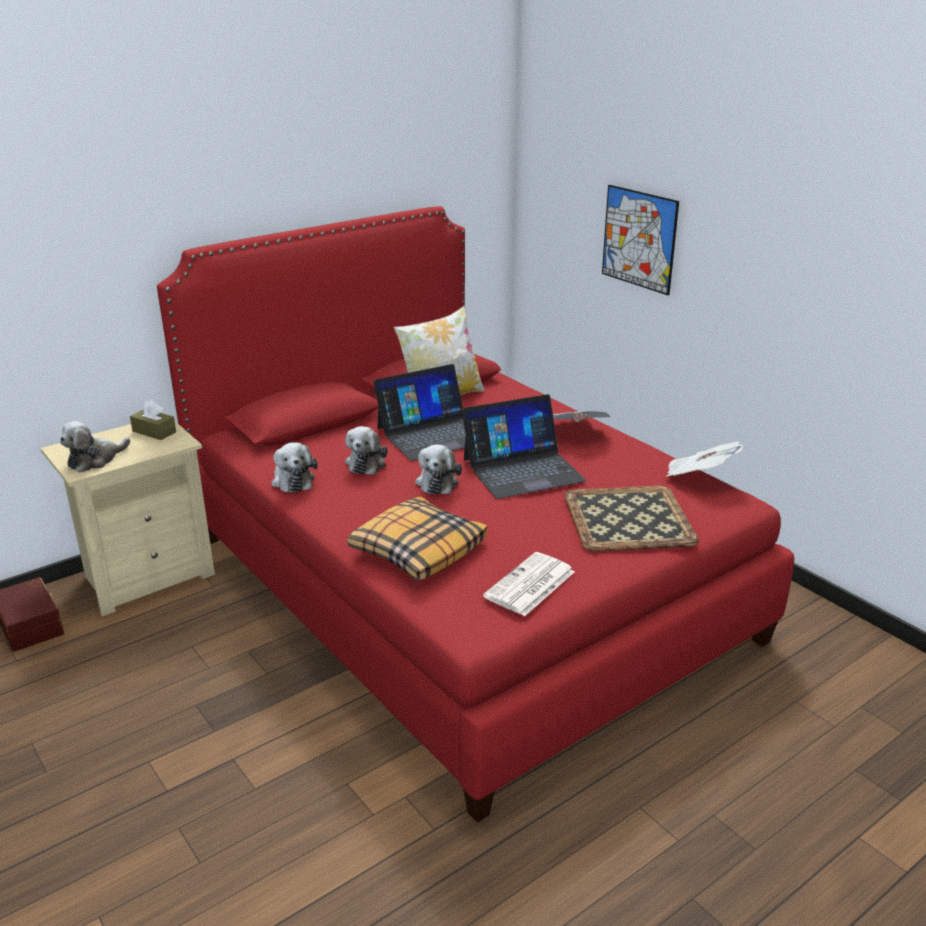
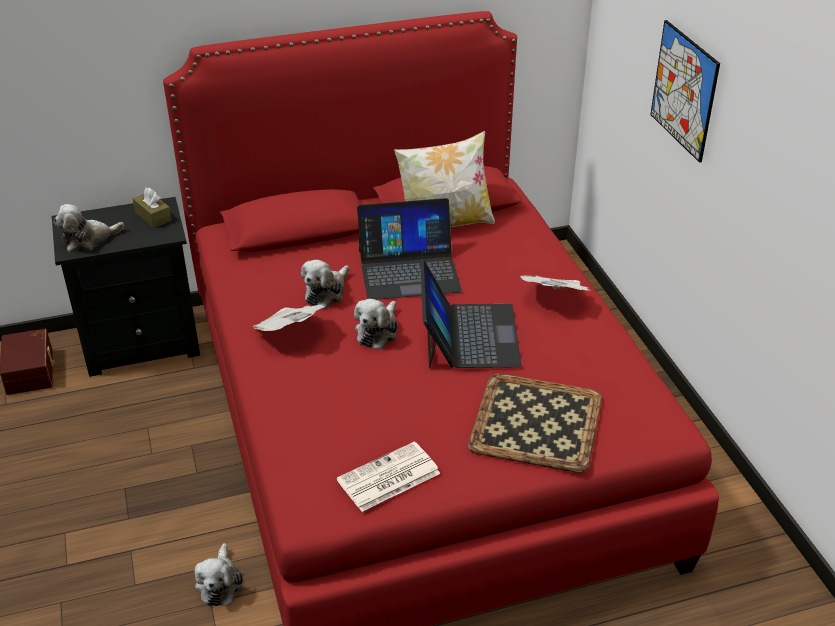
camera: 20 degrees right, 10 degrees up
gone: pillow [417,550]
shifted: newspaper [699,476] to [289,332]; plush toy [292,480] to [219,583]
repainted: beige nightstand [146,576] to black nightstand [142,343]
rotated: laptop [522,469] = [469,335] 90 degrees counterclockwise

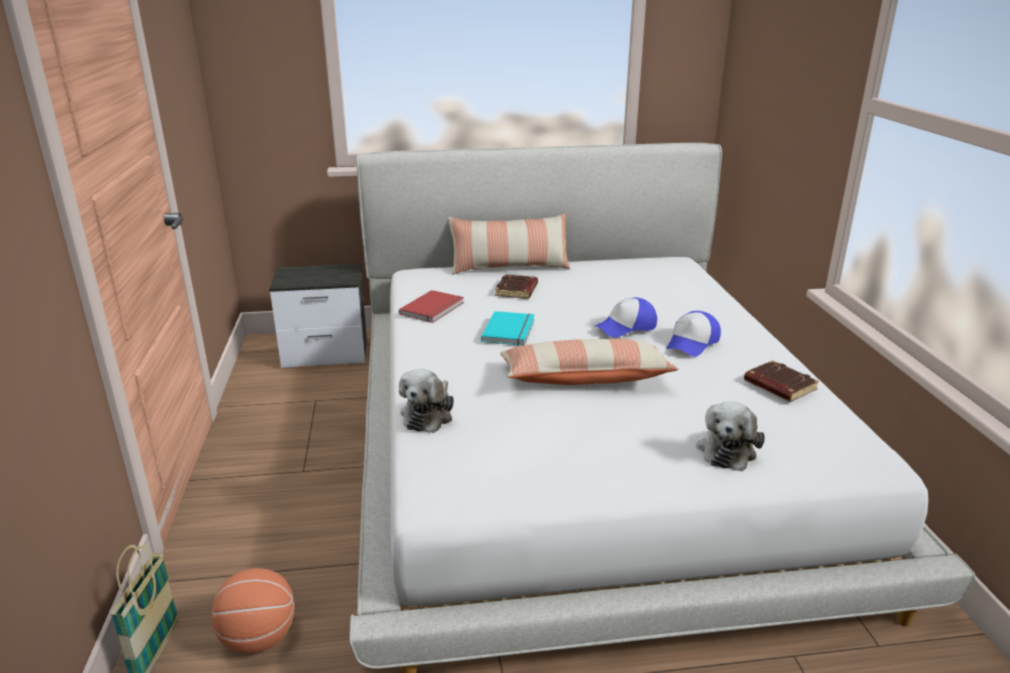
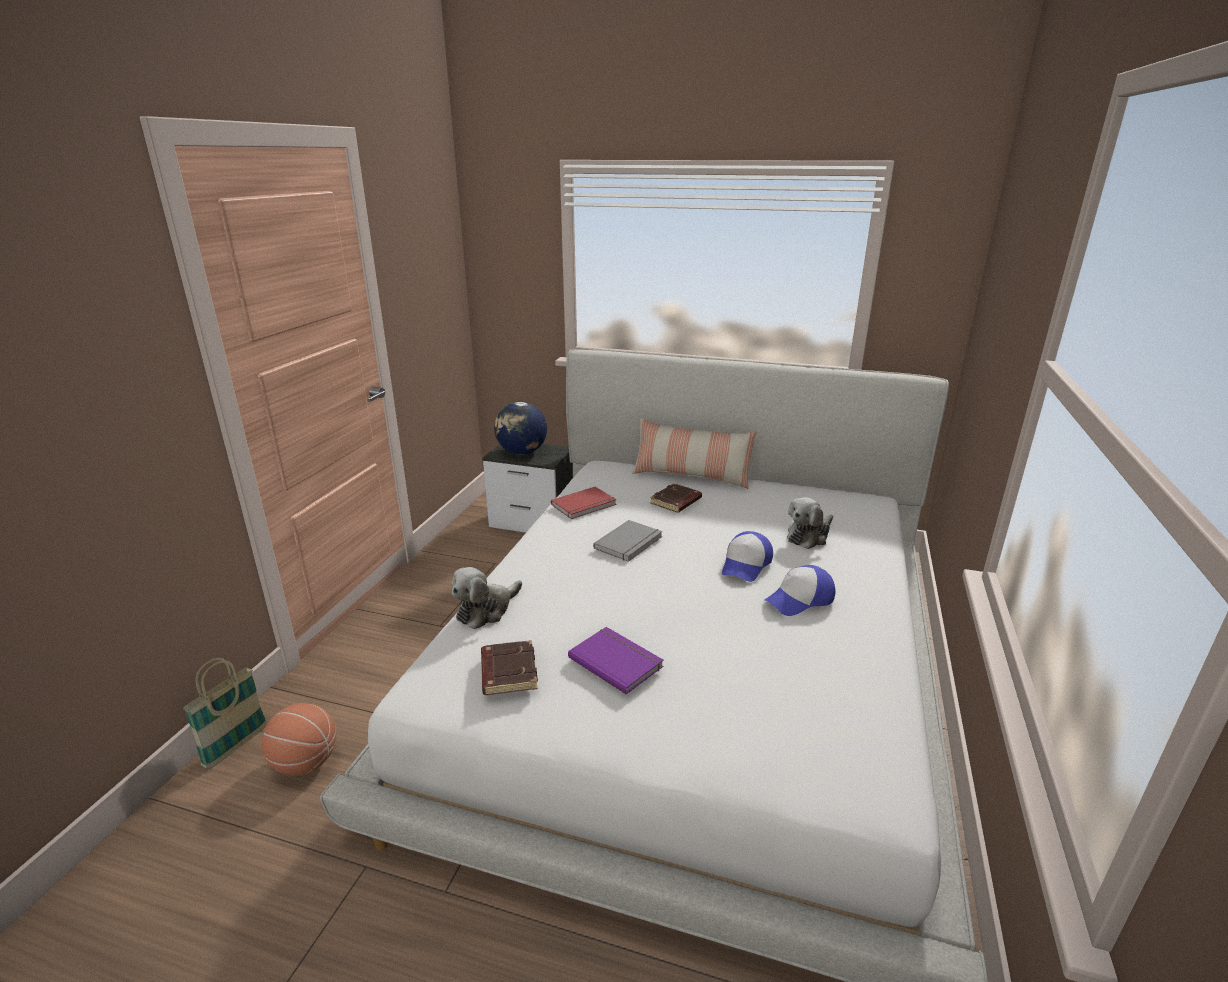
camera: 25 degrees right, 0 degrees up
gone: pillow [584,378]
new: globe [522,452]; purple book [617,660]
shifted: brown book [778,386] to [507,672]; plush toy [727,449] to [809,536]
repainted: turquoise book [510,331] to grey book [630,543]
rotated: cap [626,327] = [746,565] 60 degrees counterclockwise

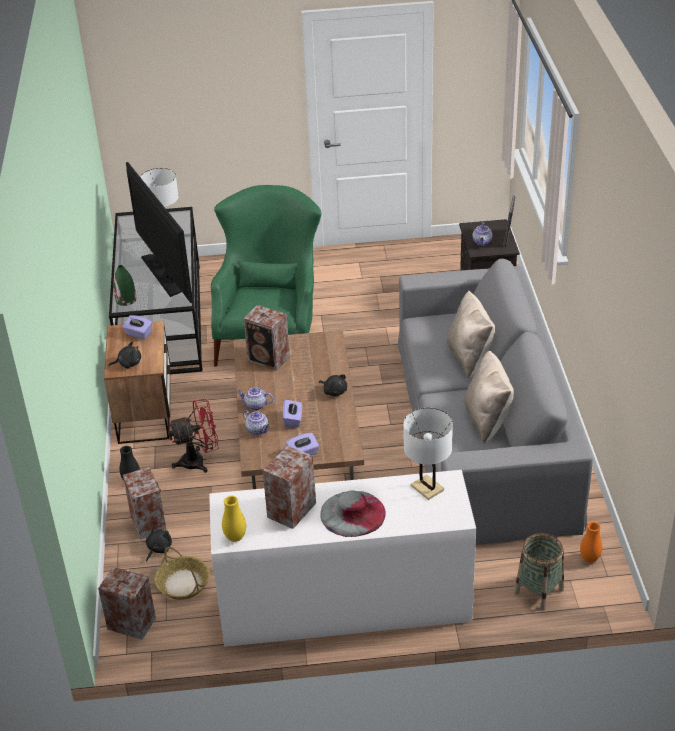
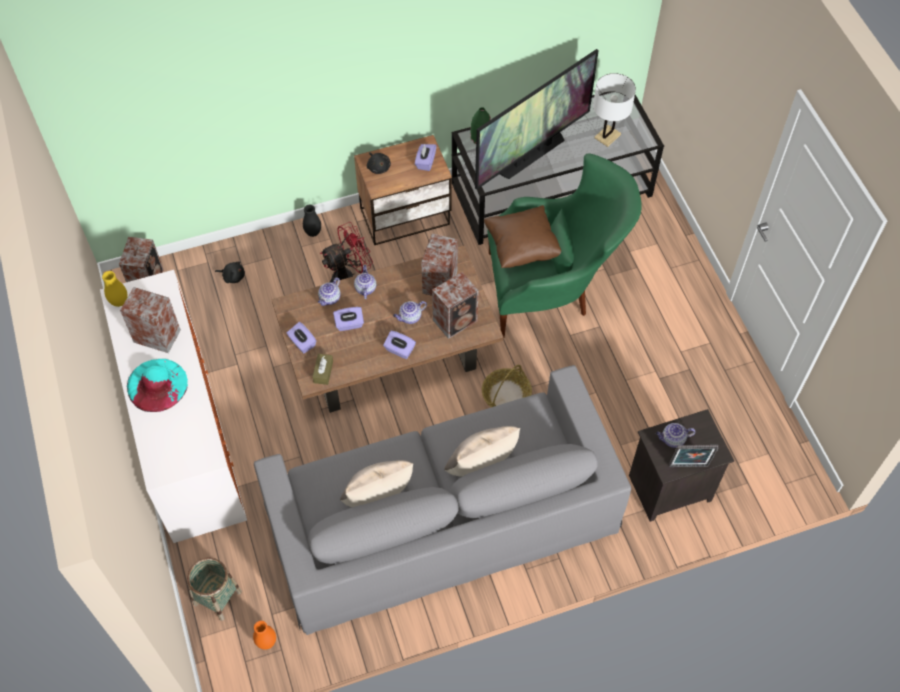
camera: 75 degrees right, 20 degrees up
gone: white table lamp [427,488]
new: brown pillow [522,248]; teapot [410,317]; brown tissue box [323,372]
shifted: speaker [148,522] to [456,320]; basket [183,583] to [506,394]
swapped: black plush toy [334,391] to purple tissue box [399,350]
repainted: grey hat [352,513] to turquoise hat [157,385]
rotated: red fan [199,461] = [348,276] 90 degrees counterclockwise

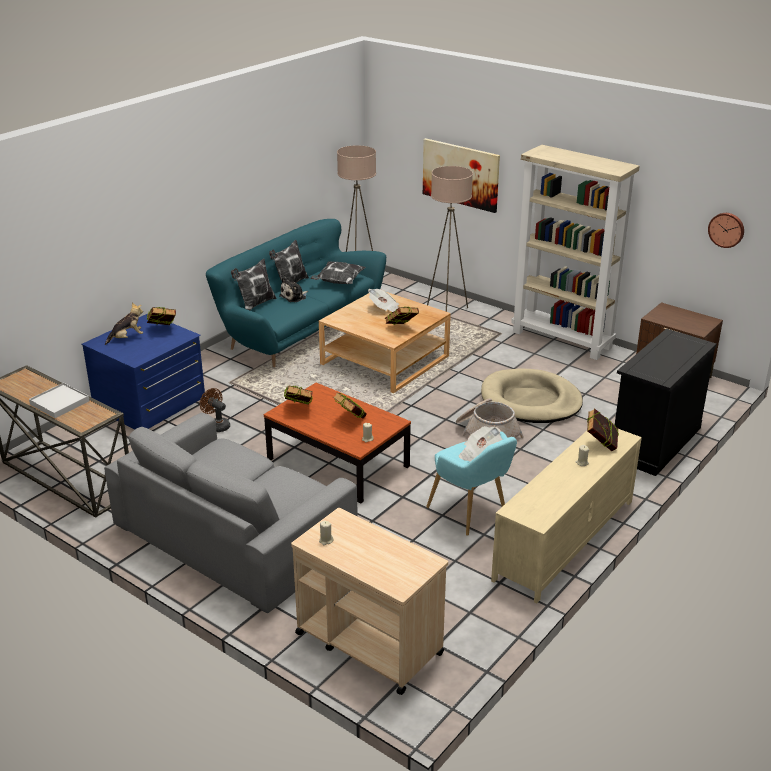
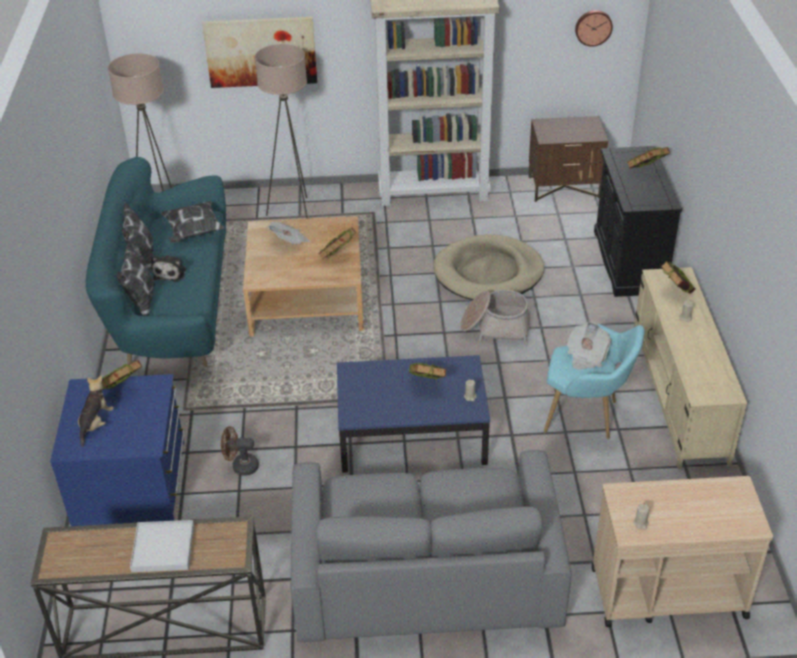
camera: 40 degrees left, 10 degrees up
shifted: book [299,409] to [646,172]
repainted: brown coffee table [337,462] to blue coffee table [411,435]

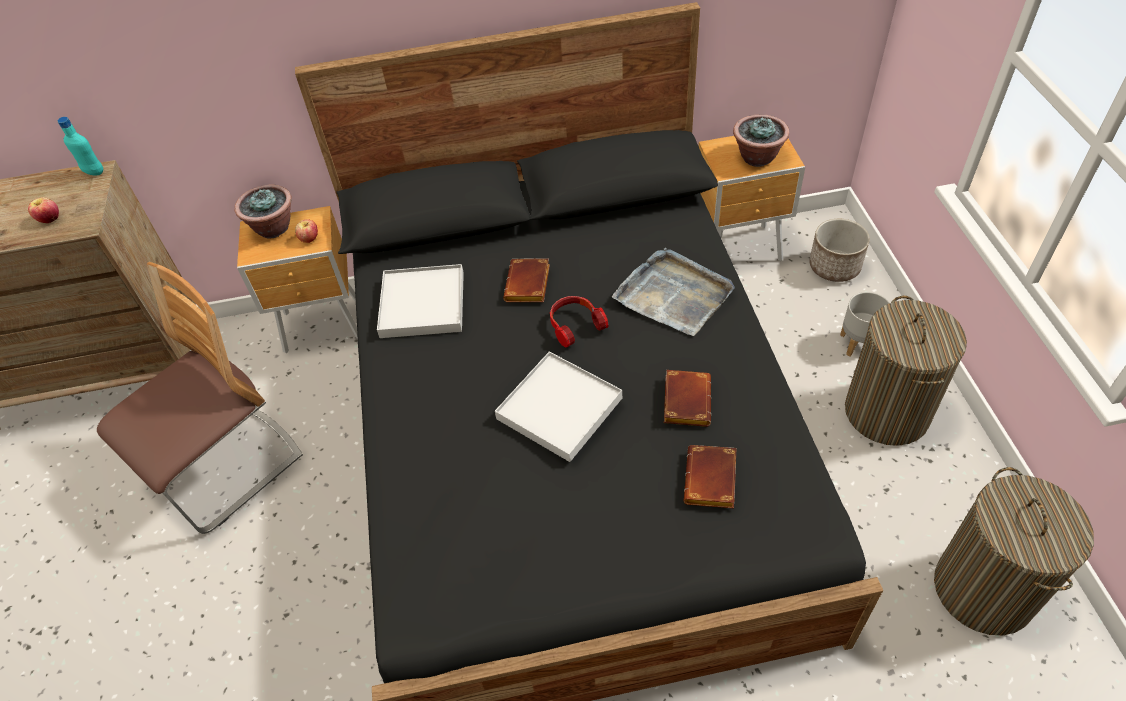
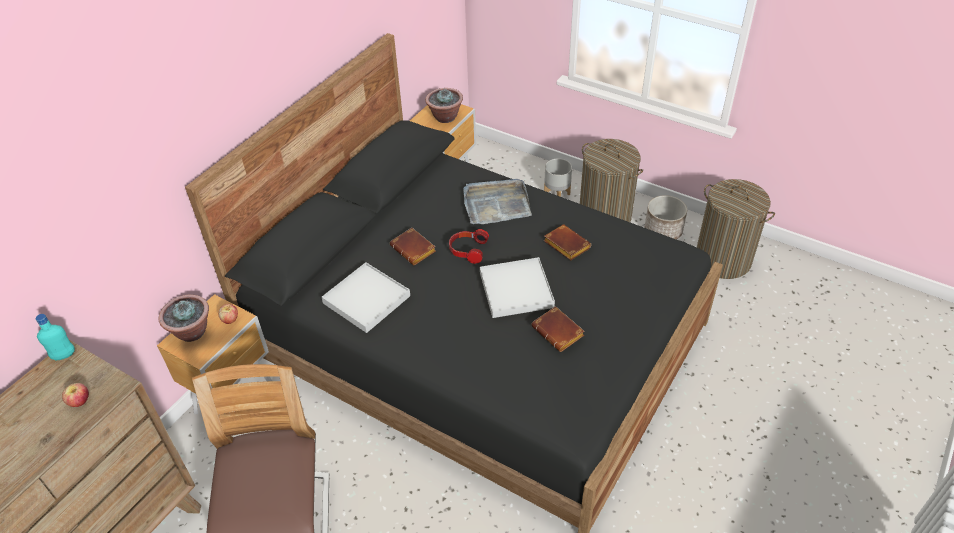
camera: 50 degrees left, 5 degrees down
shifted: planter [835,266] to [663,231]; brown book [712,482] to [559,332]

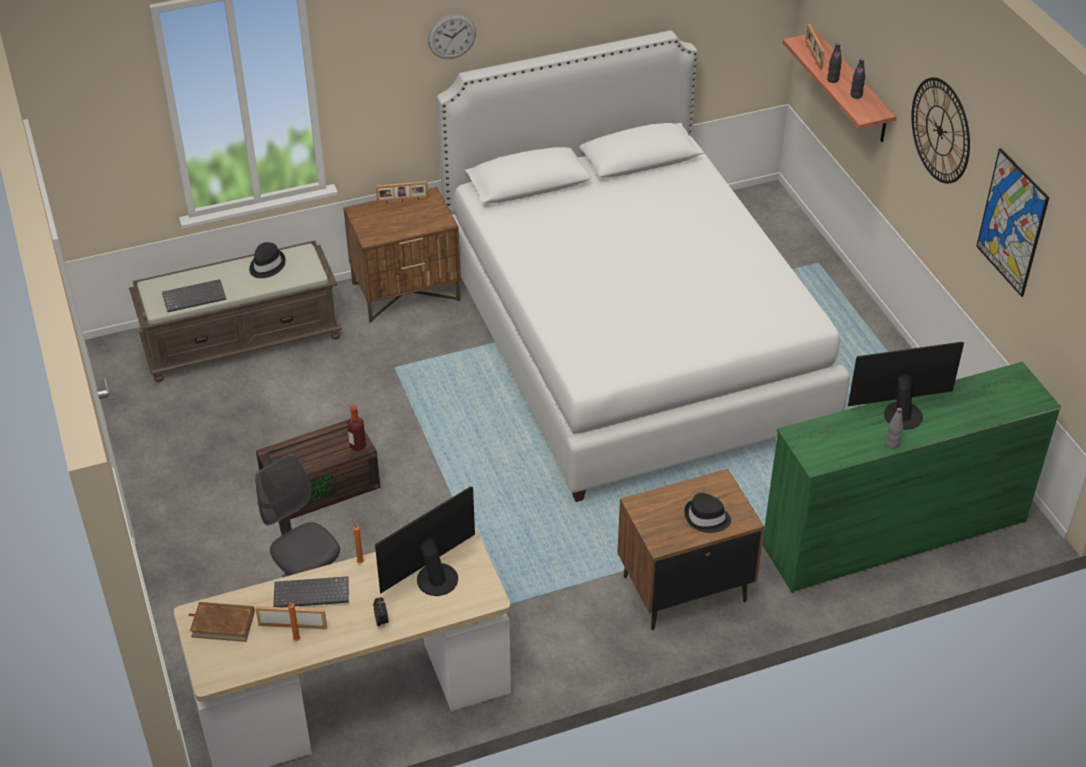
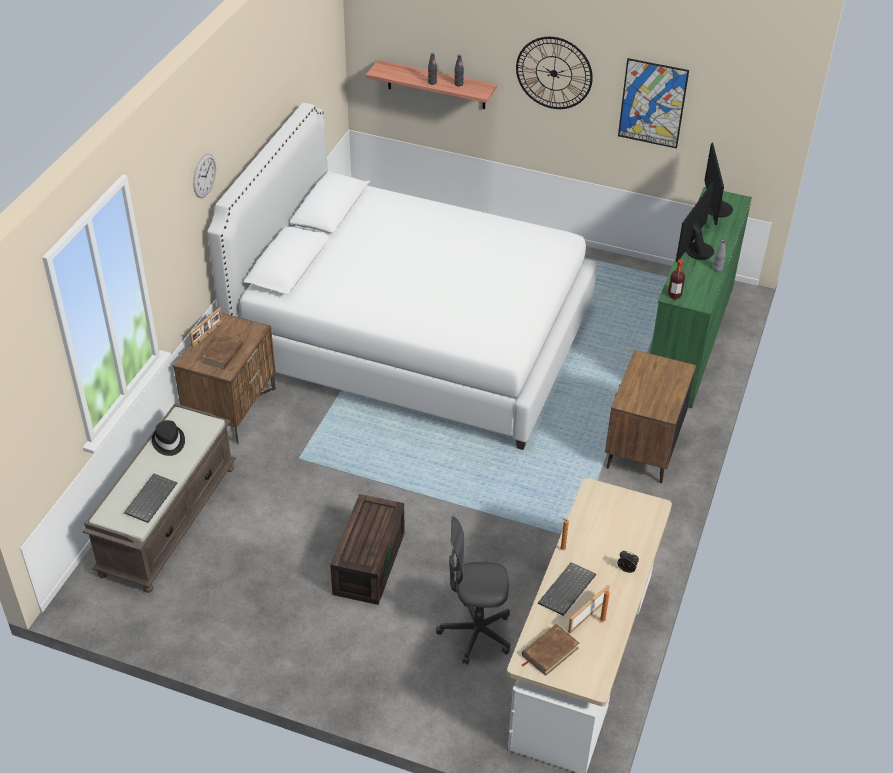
camera: 50 degrees left, 0 degrees up
gone: picture frame [812,55]; black hat [706,518]
new: brown book [223,354]
shifted: bottle [357,446] to [674,295]; monitor [434,577] to [715,209]

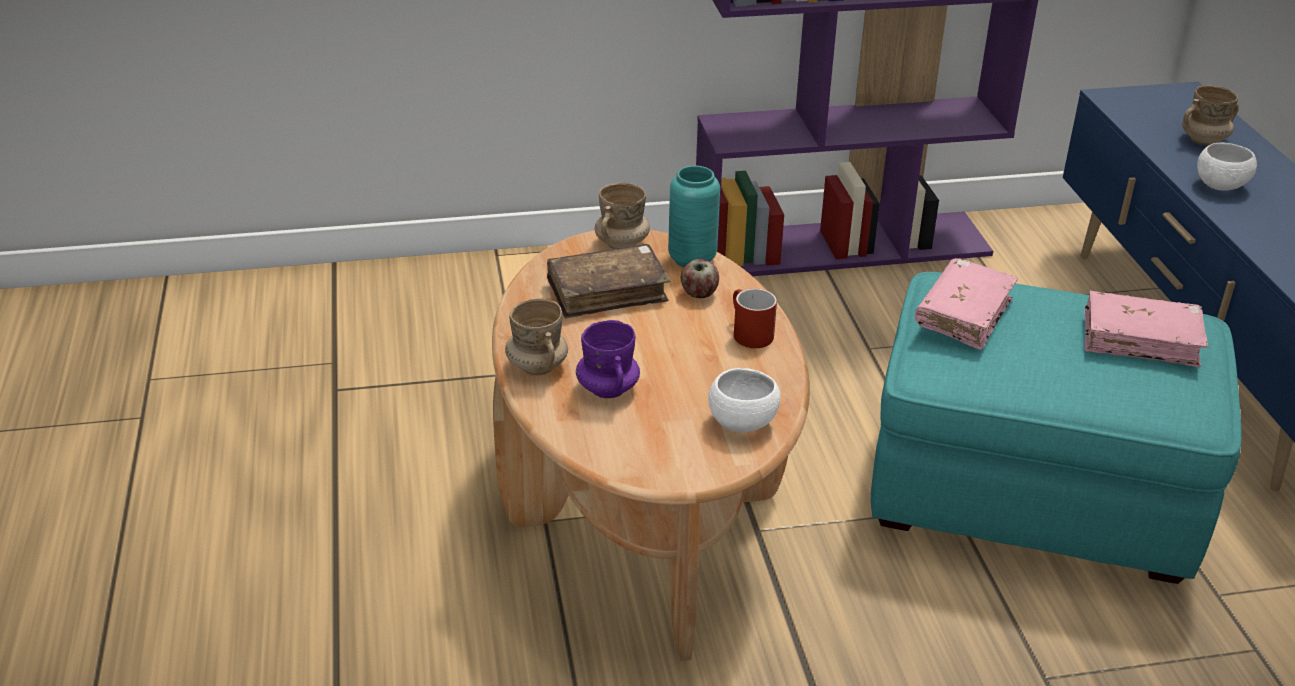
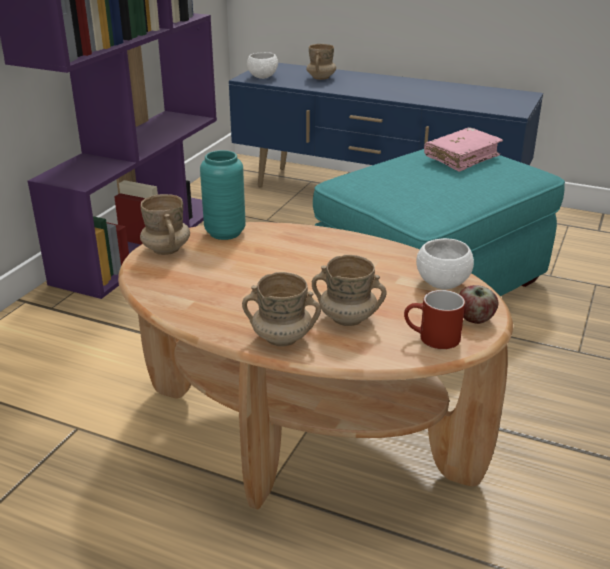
camera: 55 degrees left, 5 degrees down
gone: brown book [607,292]; pink book [963,315]
shifted: white bowl [1220,186] to [262,77]; apple [699,294] to [475,319]; red mug [747,333] to [431,338]
repainted: purple mug [607,389] to beige mug [347,319]

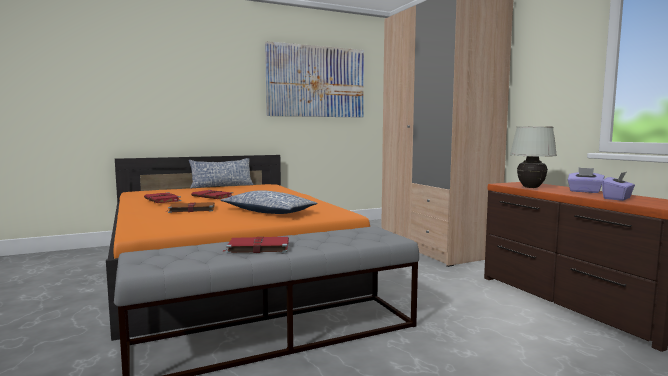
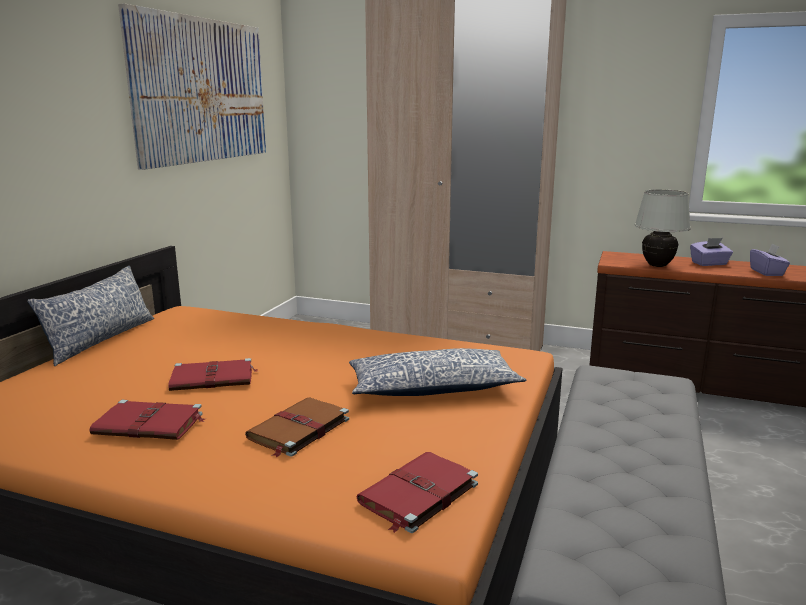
camera: 45 degrees left, 10 degrees up
shifted: red book [257,247] to [417,494]

